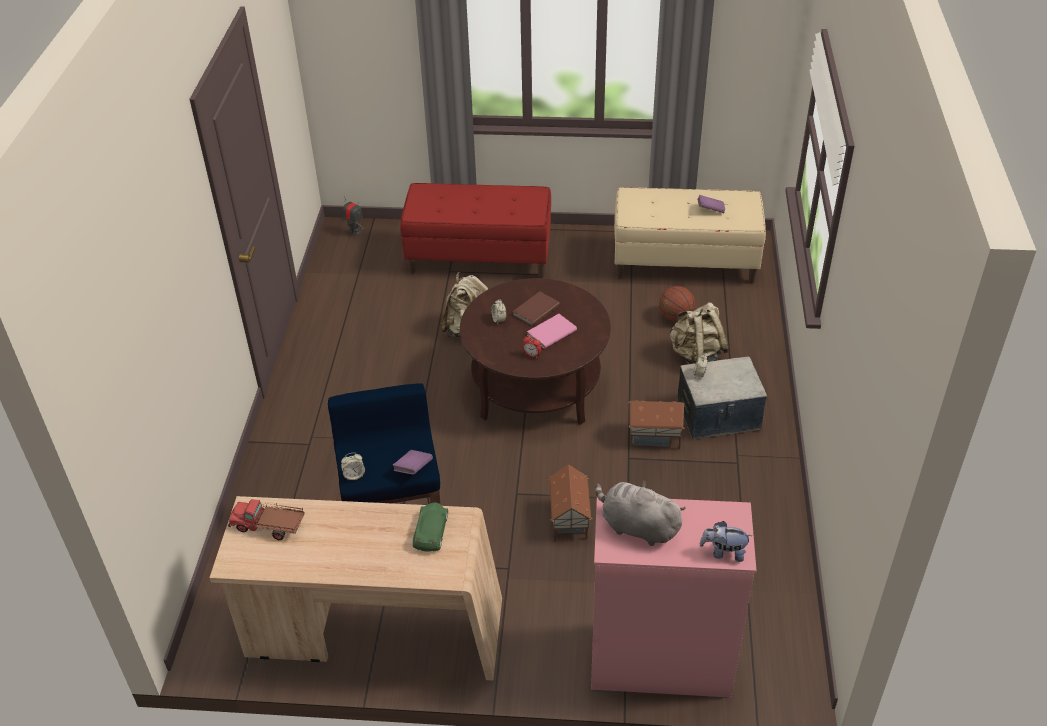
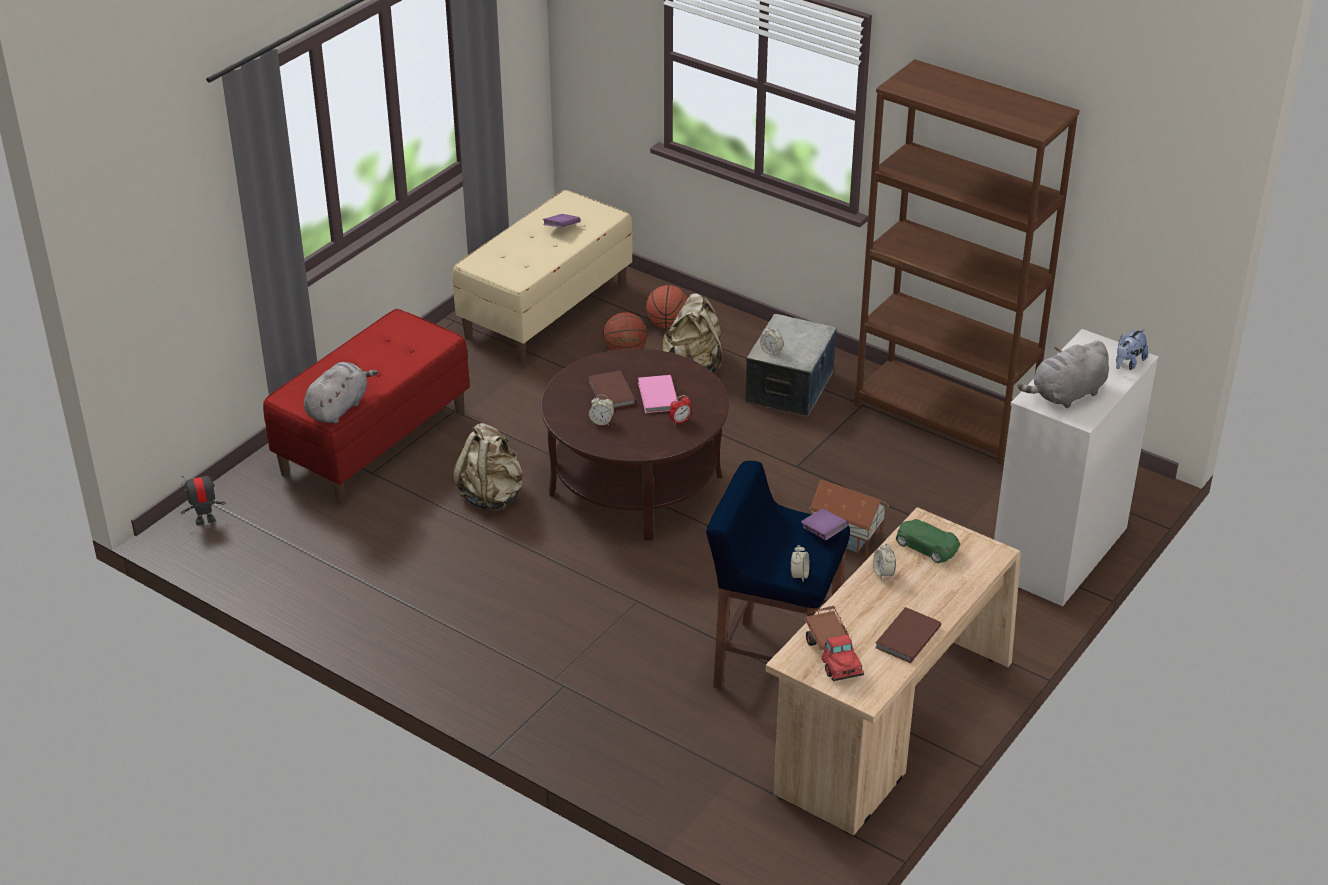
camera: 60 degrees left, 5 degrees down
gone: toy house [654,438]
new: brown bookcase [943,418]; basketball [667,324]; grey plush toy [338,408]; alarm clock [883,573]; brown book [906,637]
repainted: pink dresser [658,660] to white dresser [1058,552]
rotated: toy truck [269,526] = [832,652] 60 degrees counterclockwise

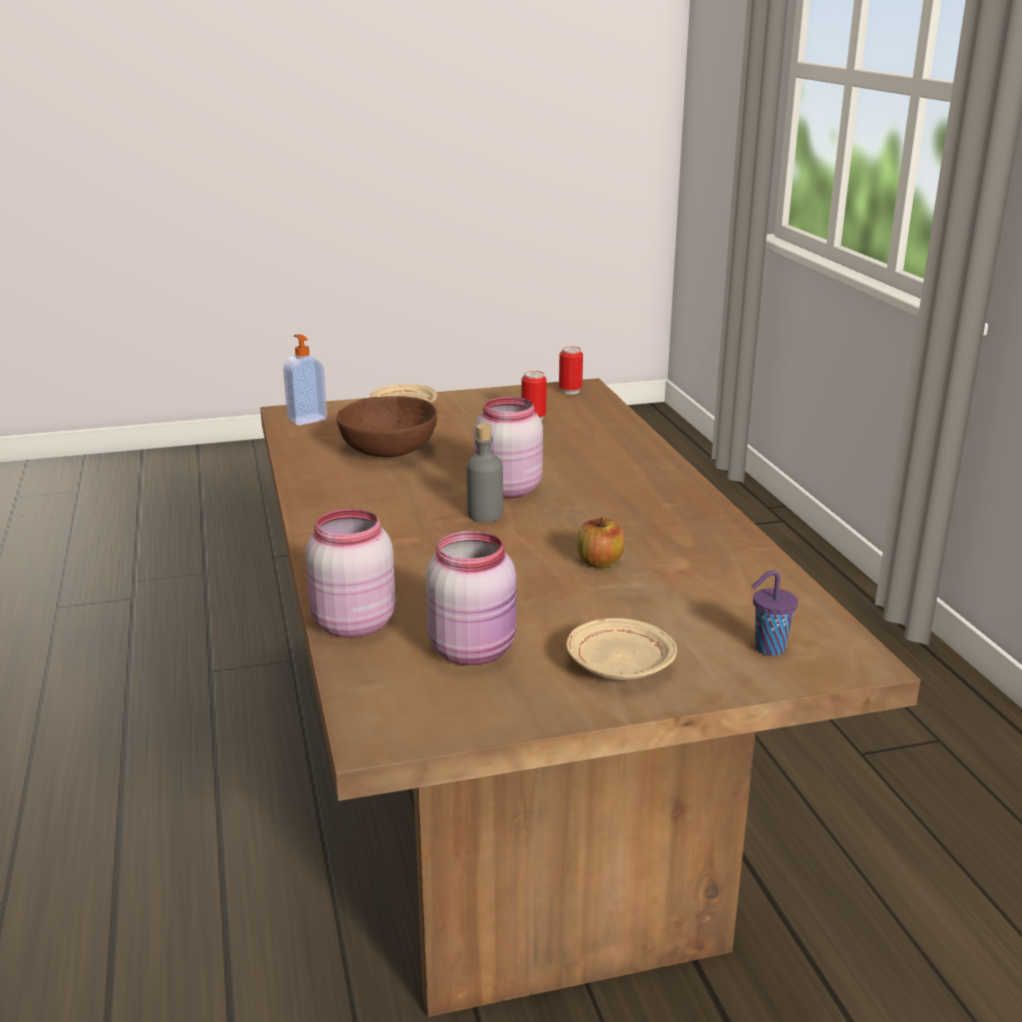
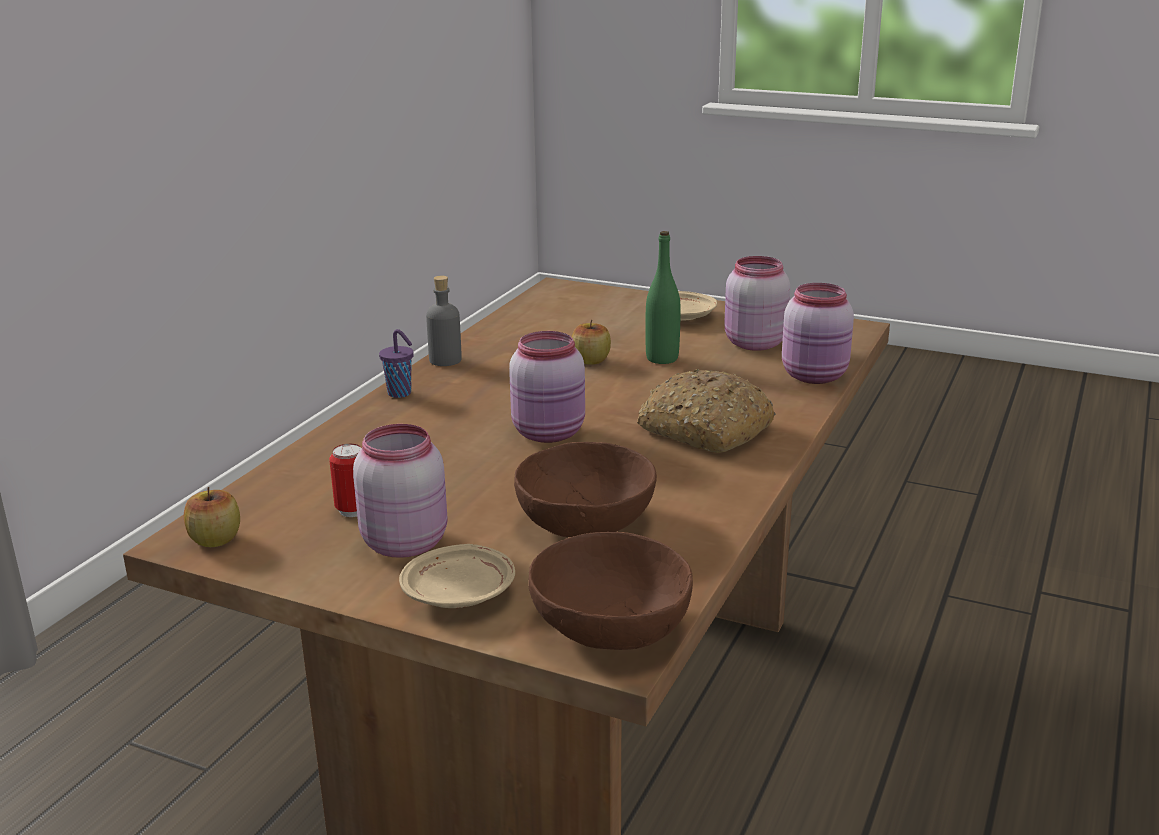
camera: 140 degrees left, 0 degrees up
new: green bottle [662,358]; bread [704,430]; pink jar [404,542]
shifted: grey bottle [485,515] to [445,360]; purple cup [767,649] to [400,394]
swapped: soap dispenser [307,419] to brown bowl [612,626]; can [570,391] to apple [215,540]

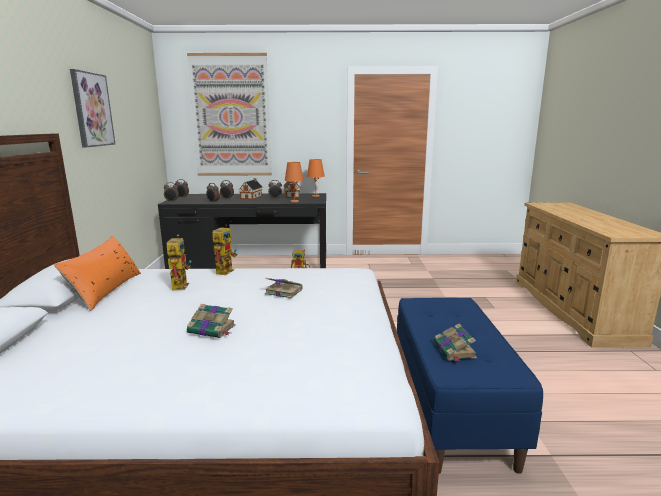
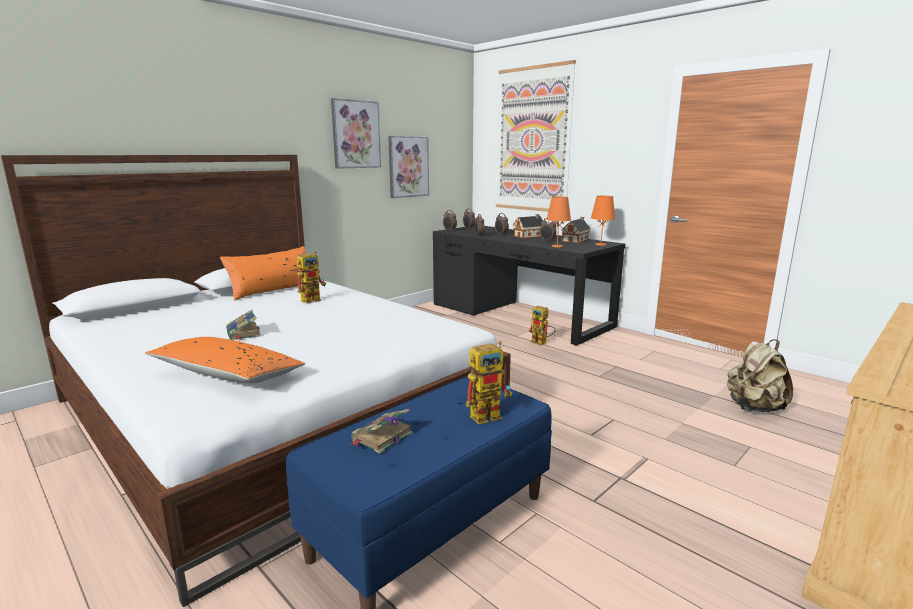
camera: 45 degrees right, 0 degrees up
gone: book [283,291]
new: picture [408,167]; orange pillow [227,374]; beige backpack [754,408]
shifted: toy robot [225,270] to [490,414]

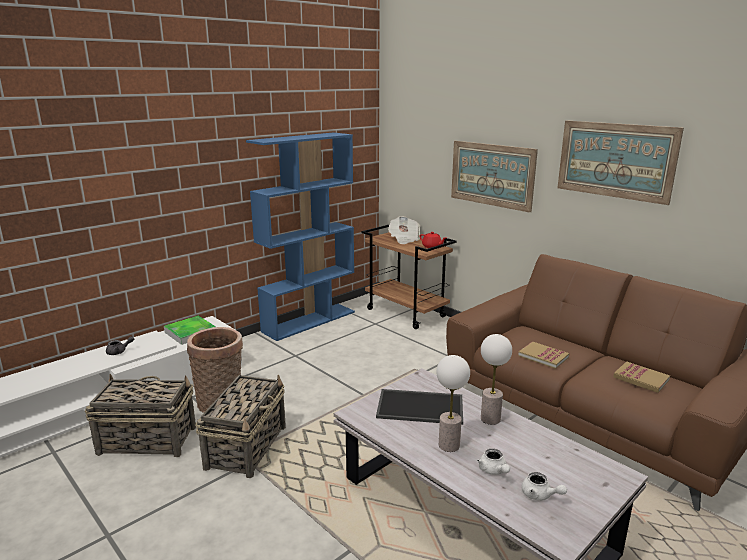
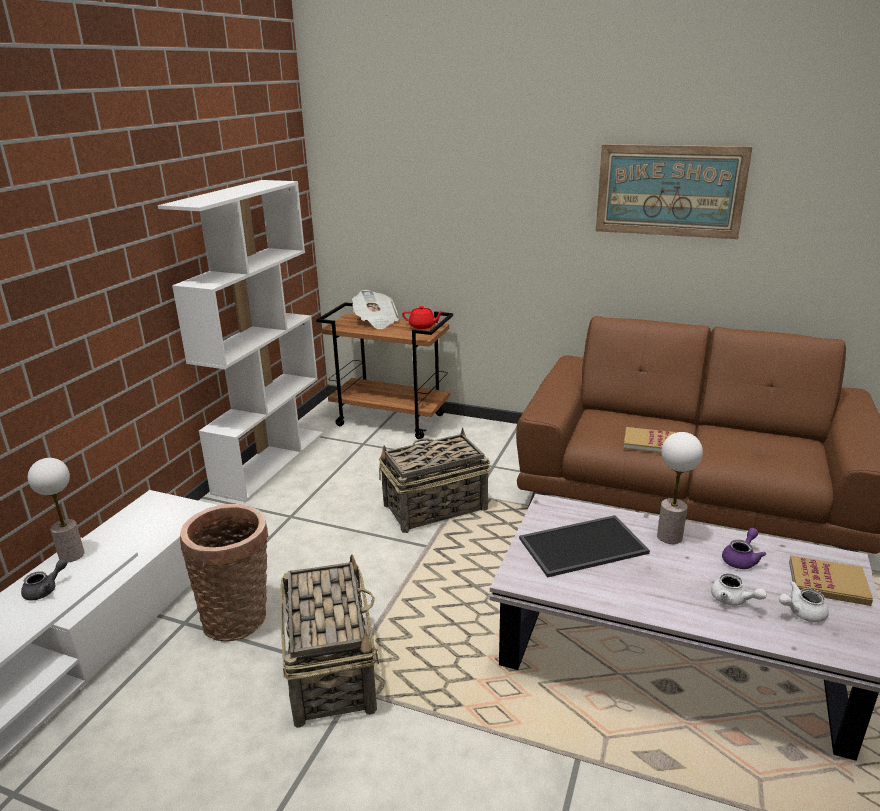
camera: 25 degrees left, 5 degrees up
gone: picture [491,175]; tray [190,332]
new: purple teapot [741,559]
shifted: table lamp [449,445] to [72,555]; book [641,379] to [828,583]; basket [146,440] to [434,507]
repainted: blue bookcase [309,321] to white bookcase [270,461]
rotated: white teapot [540,495] = [801,612] 150 degrees clockwise

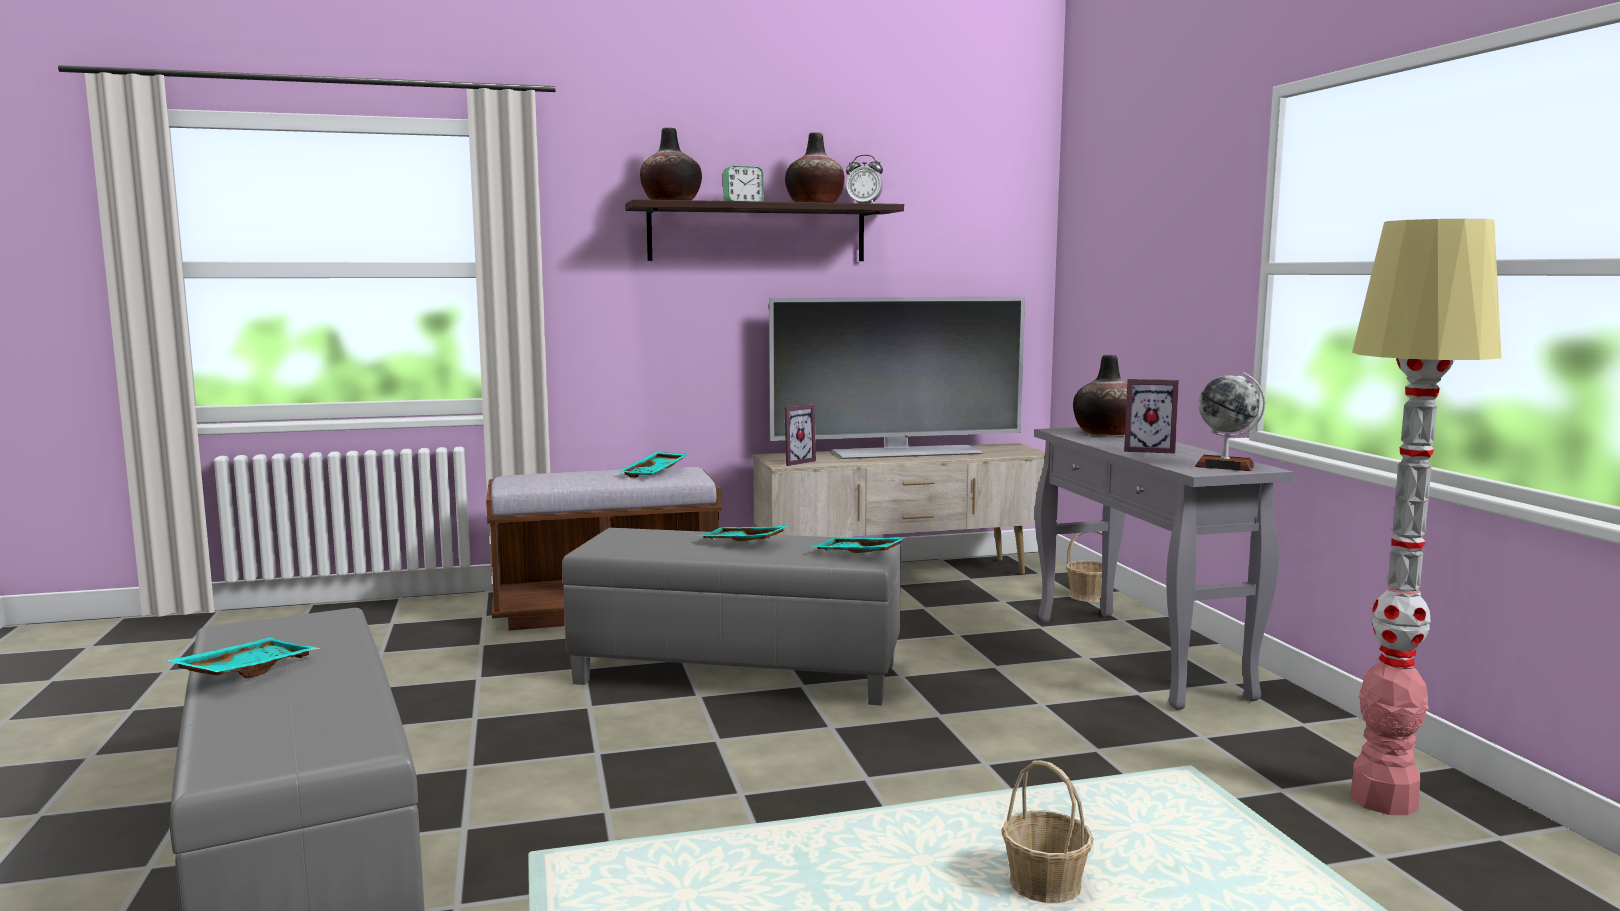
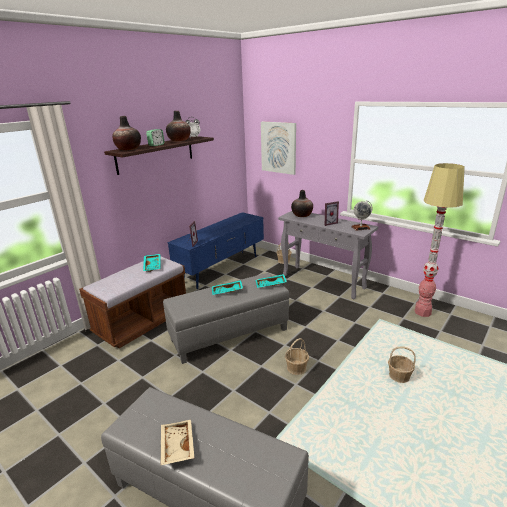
camera: 35 degrees left, 15 degrees up
gone: television [905,452]
new: picture [278,147]; basket [296,368]
repainted: beige tv stand [902,575] to blue tv stand [222,269]; turquoise tray [245,671] to beige tray [176,446]

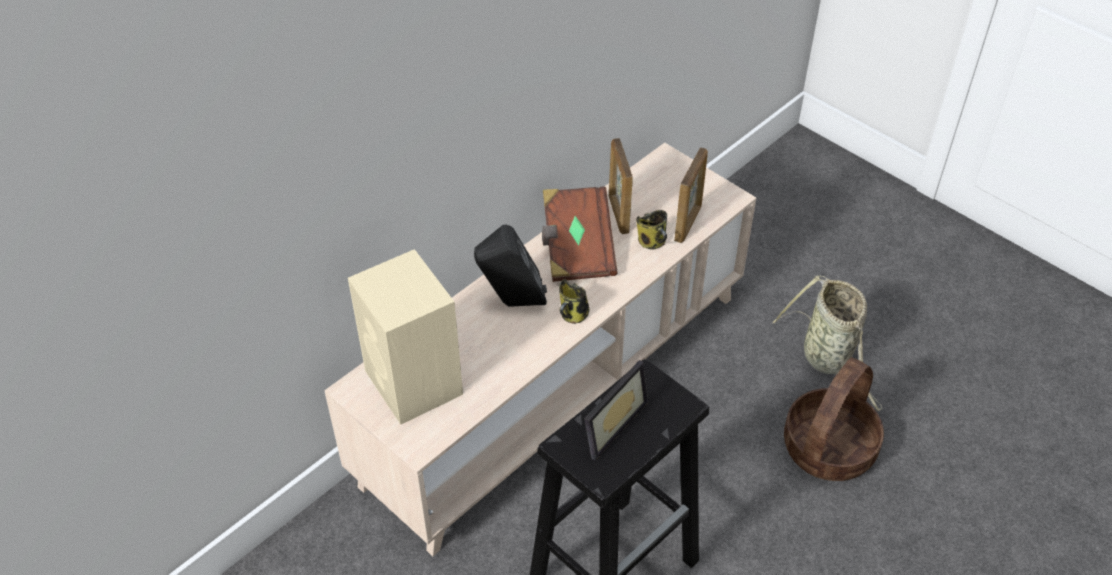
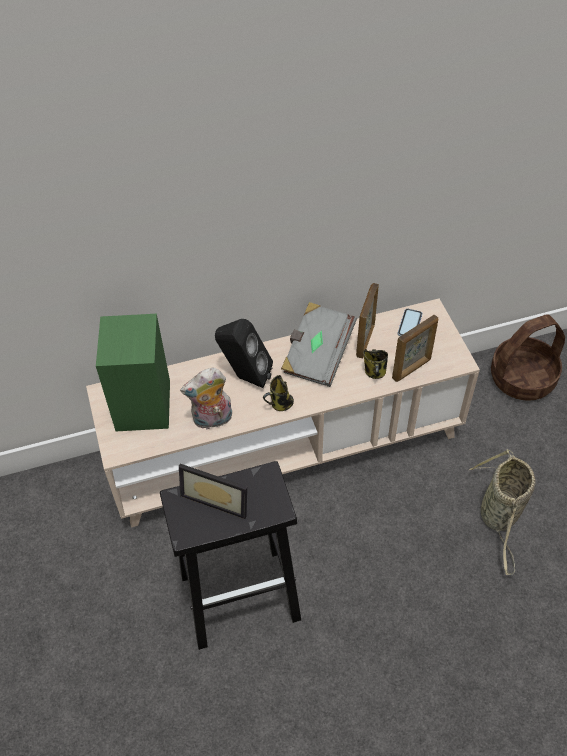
camera: 30 degrees right, 5 degrees up
new: phone [409,324]; plush toy [212,420]
shifted: basket [829,448] to [522,378]
repainted: brown book [576,248] to grey book [317,355]; beige speaker [414,384] to green speaker [143,407]
rotated: picture frame [608,422] = [217,496] 45 degrees clockwise

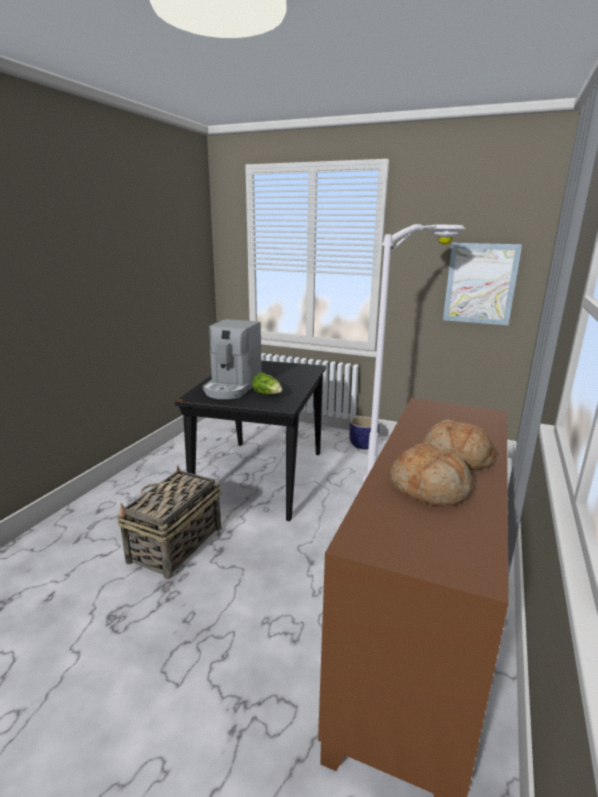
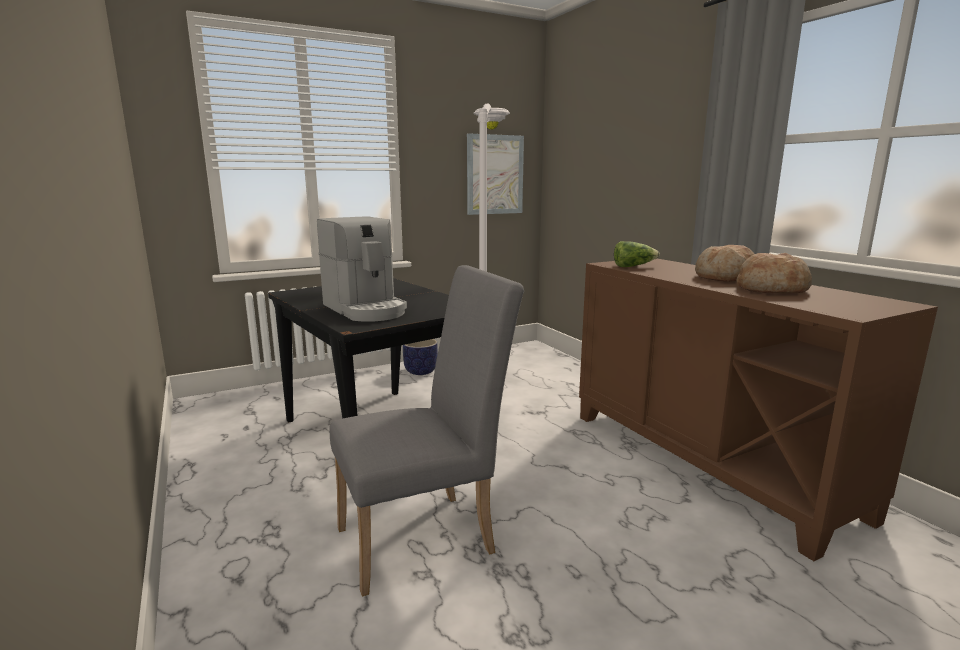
camera: 50 degrees left, 5 degrees down
shifted: lettuce [267,394] to [633,266]
swapped: basket [175,545] to grey chair [427,536]

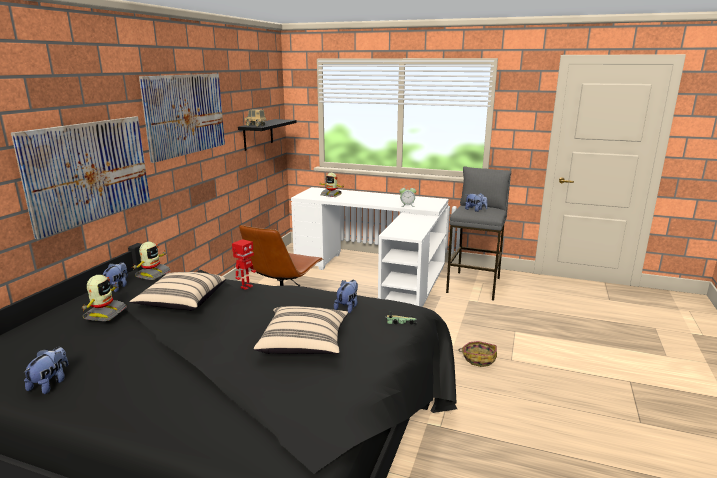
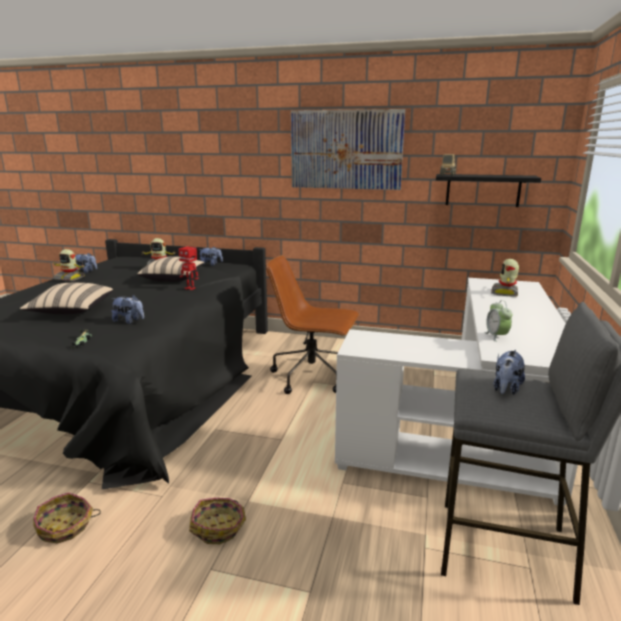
camera: 85 degrees right, 0 degrees up
gone: picture [89,171]
new: basket [65,527]
shifted: toy robot [152,274] to [70,278]

